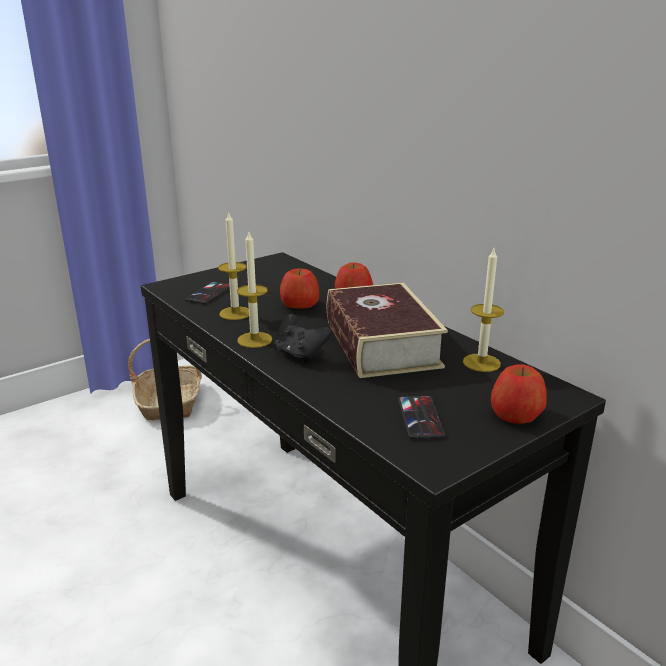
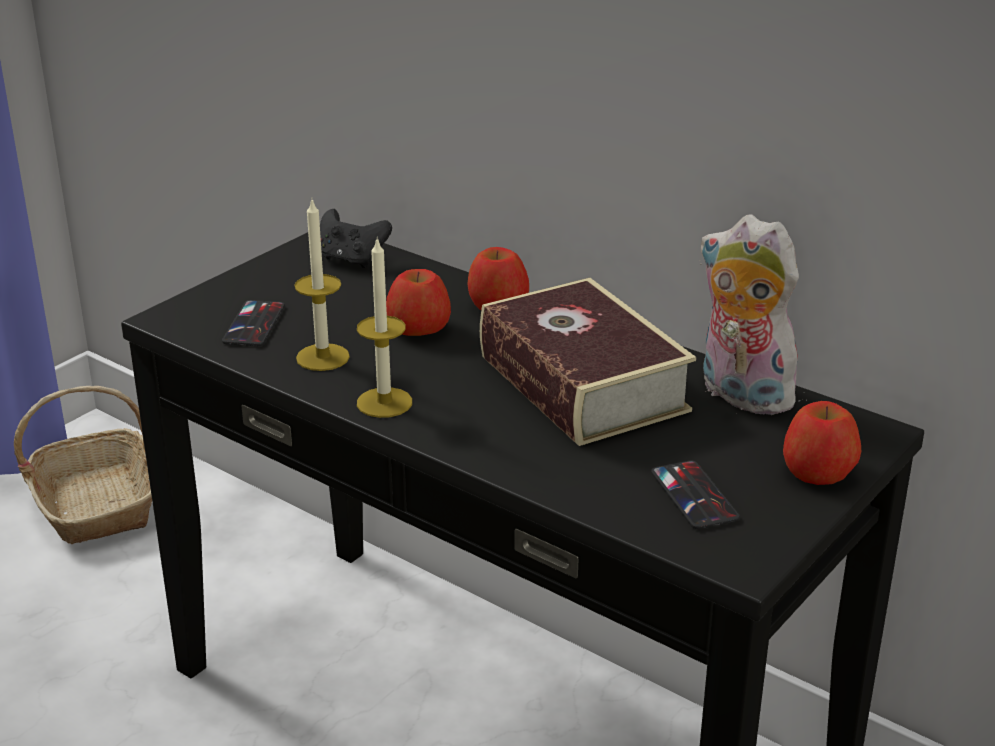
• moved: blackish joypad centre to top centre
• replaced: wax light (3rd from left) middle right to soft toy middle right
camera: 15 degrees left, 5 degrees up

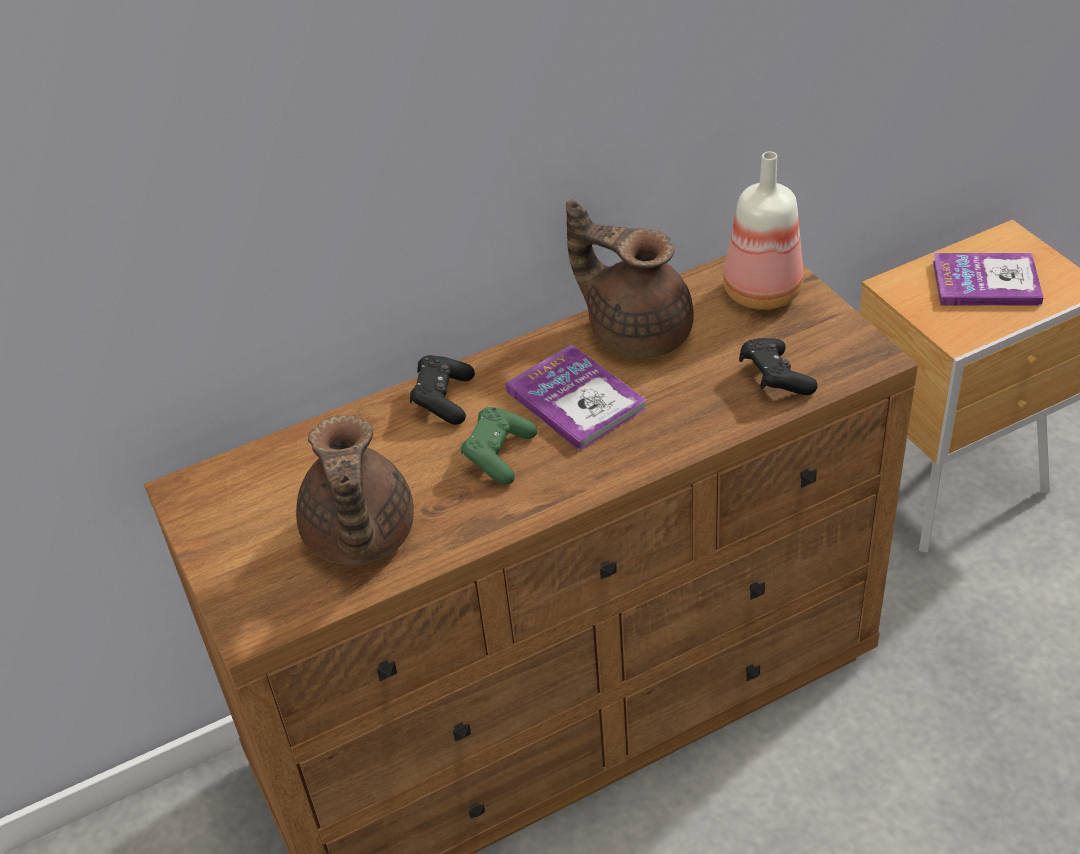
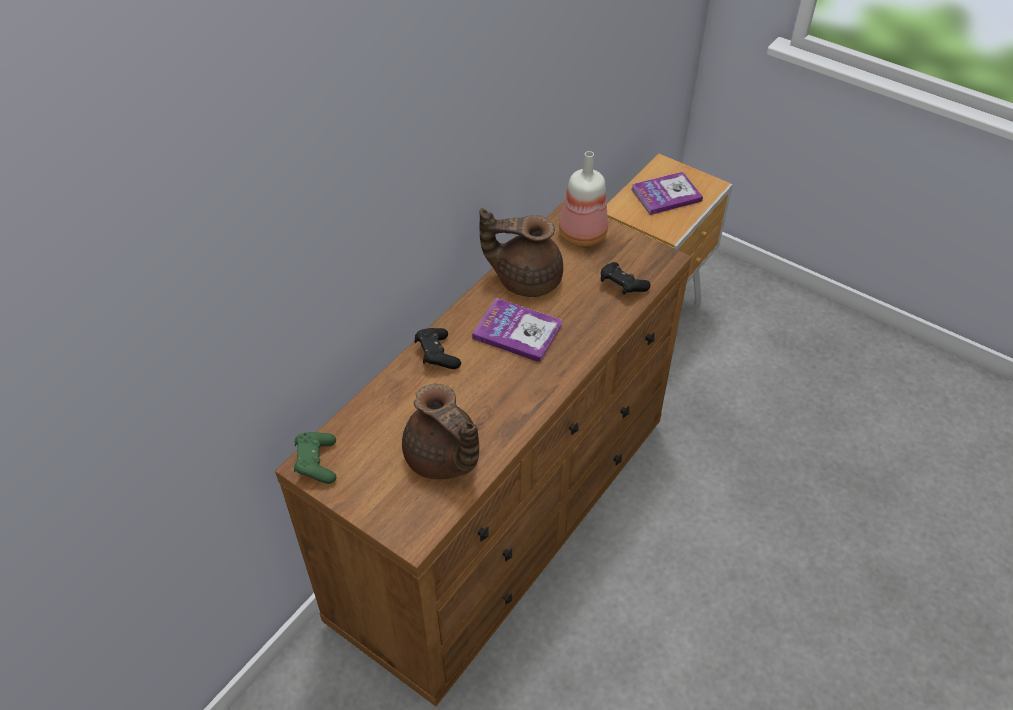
• moved: green-coloured joypad centre to middle left
camera: 30 degrees left, 5 degrees up

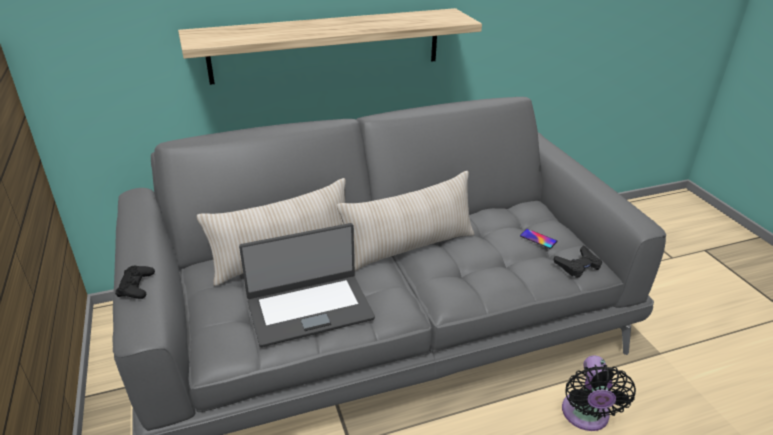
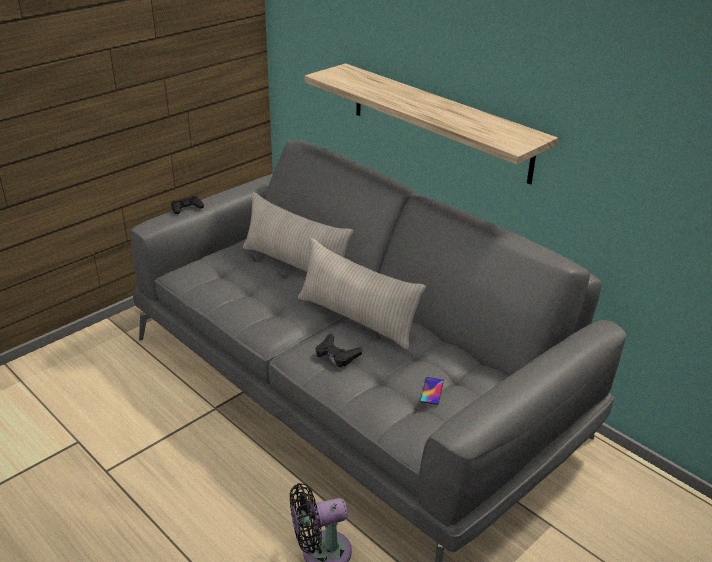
• removed: portable computer centre
• moved: blackish joypad (2nd from left) middle right to centre
camera: 65 degrees right, 0 degrees up

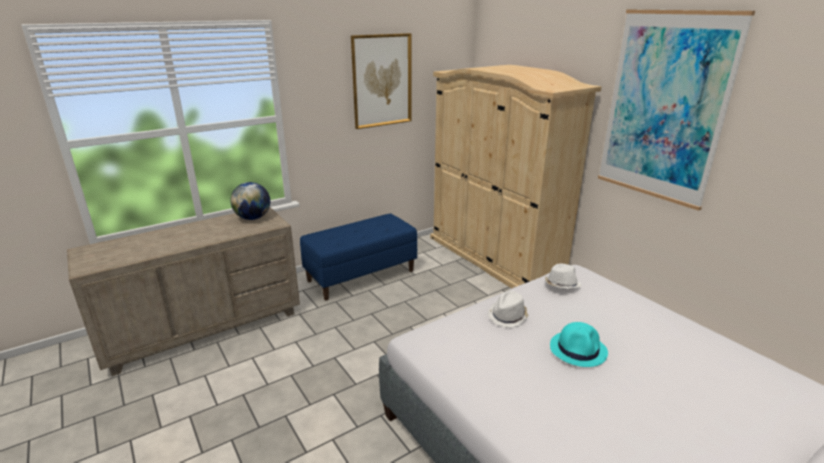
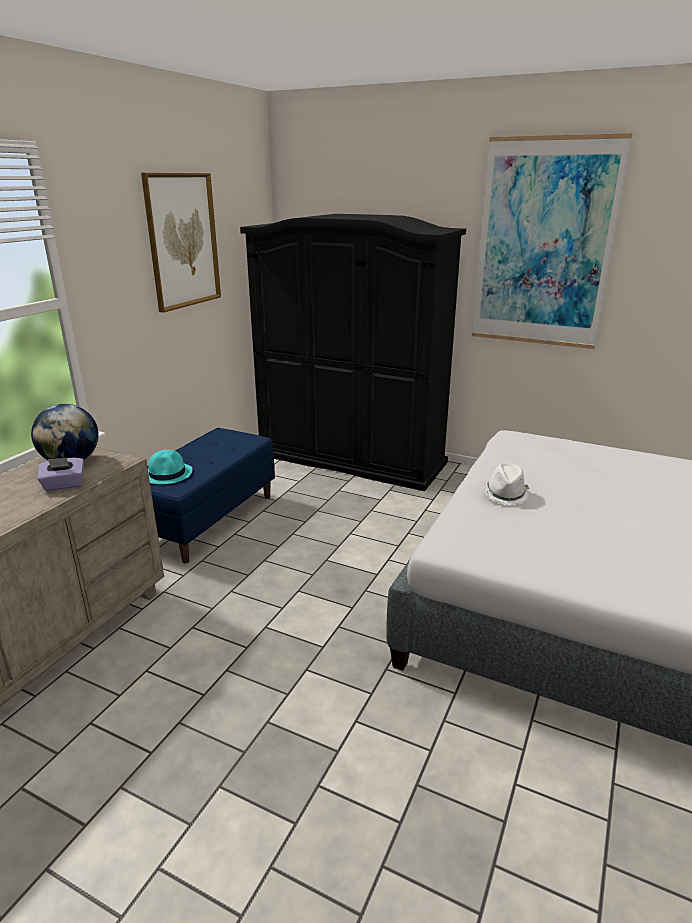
• recoloured: beige-coloured clothes cupboard centre to blackish clothes cupboard centre
• removed: whitish hat (2nd from left) middle right
• moved: turquoise hat bottom right to middle left
• added: purple box of tissues middle left
camera: 30 degrees left, 0 degrees up

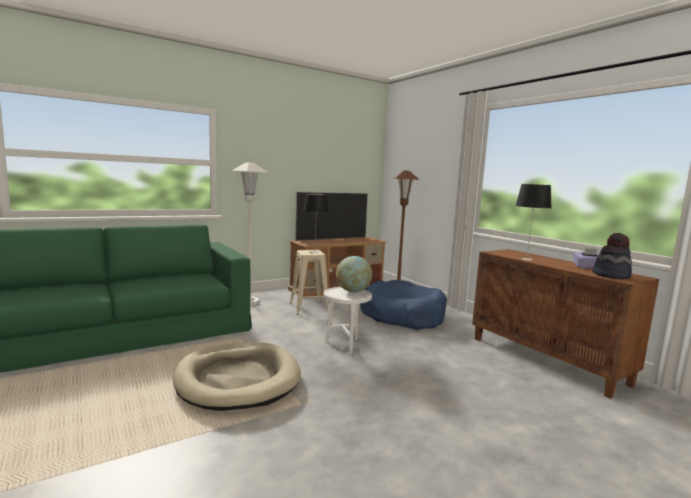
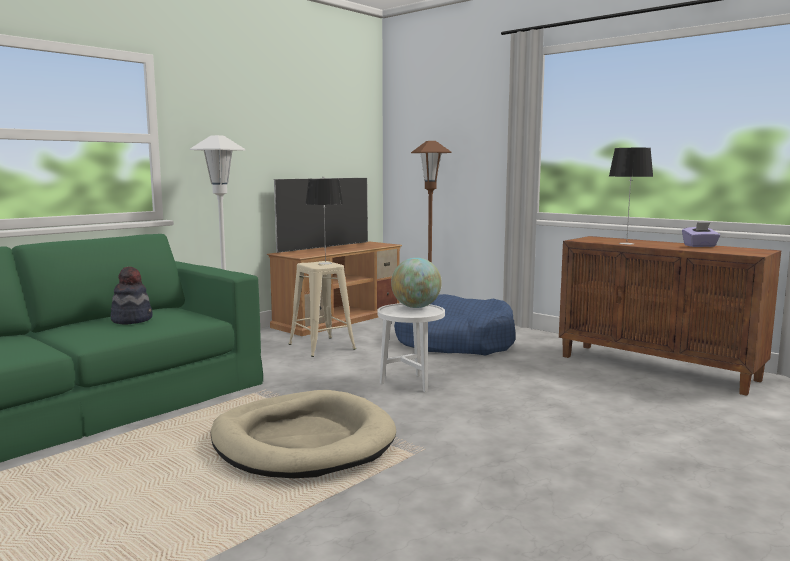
• moved: hat middle right to middle left
camera: 15 degrees left, 0 degrees up

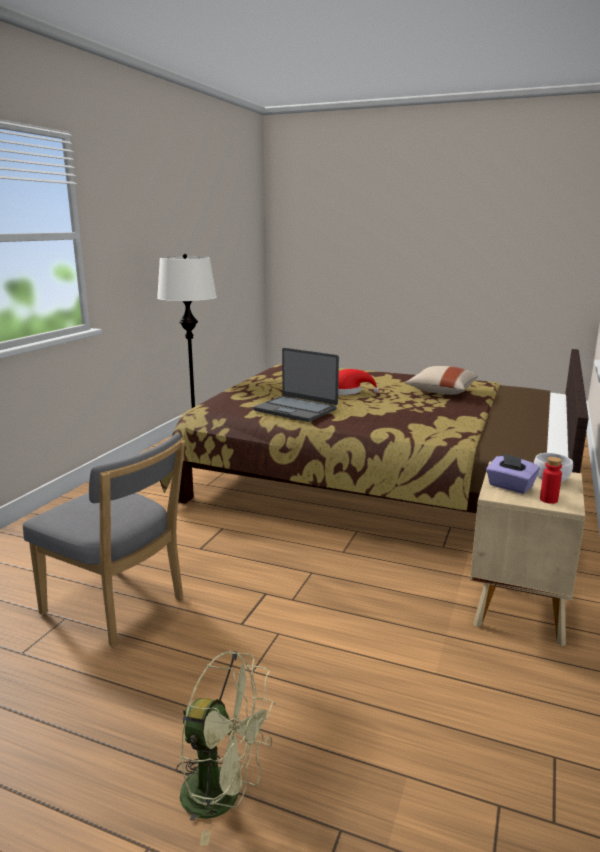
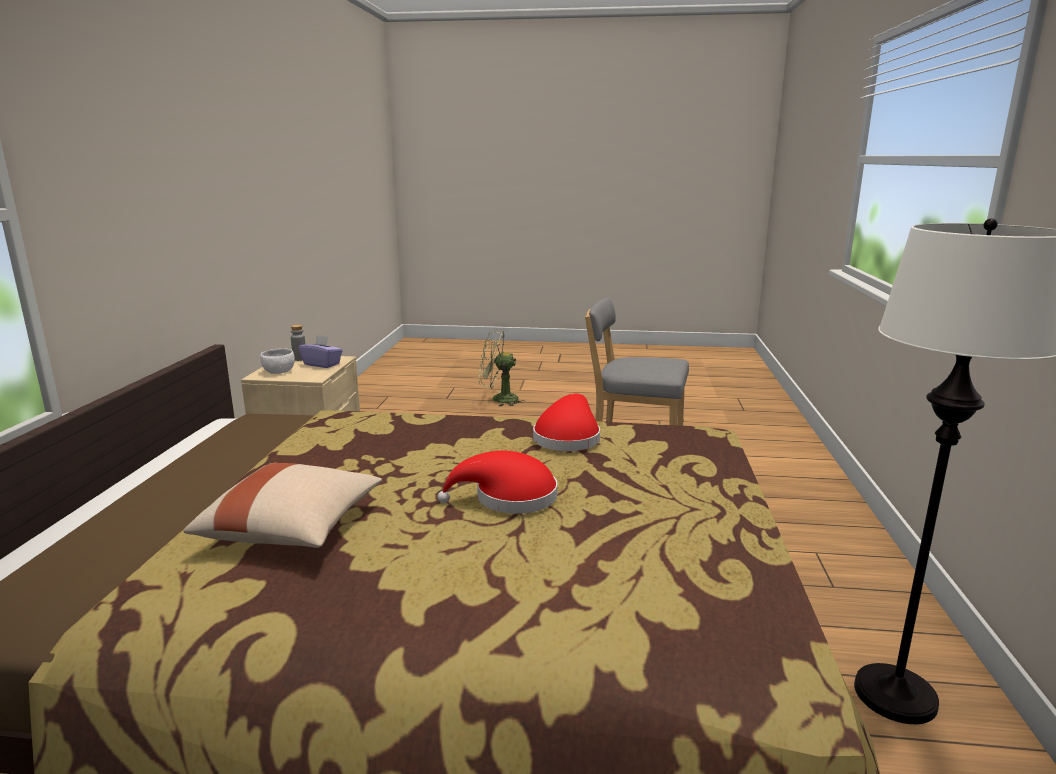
• replaced: portable computer centre to reddish hat (2nd from left) centre
• recoloured: reddish beverage bottle middle right to grey beverage bottle middle left
camera: 165 degrees right, 0 degrees up

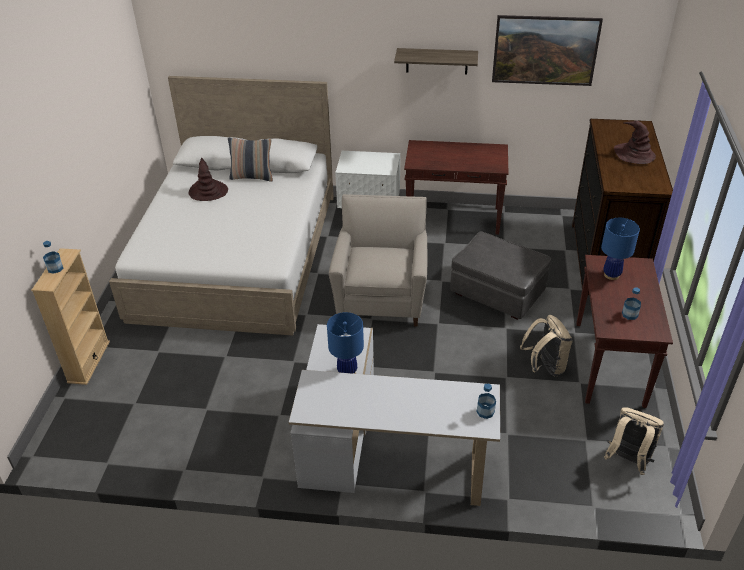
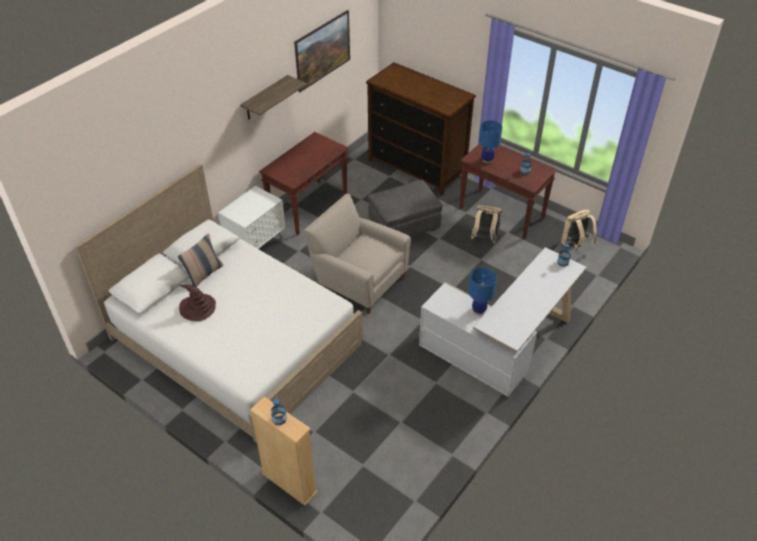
• removed: brown hat (2nd from left) top right
camera: 60 degrees left, 5 degrees up

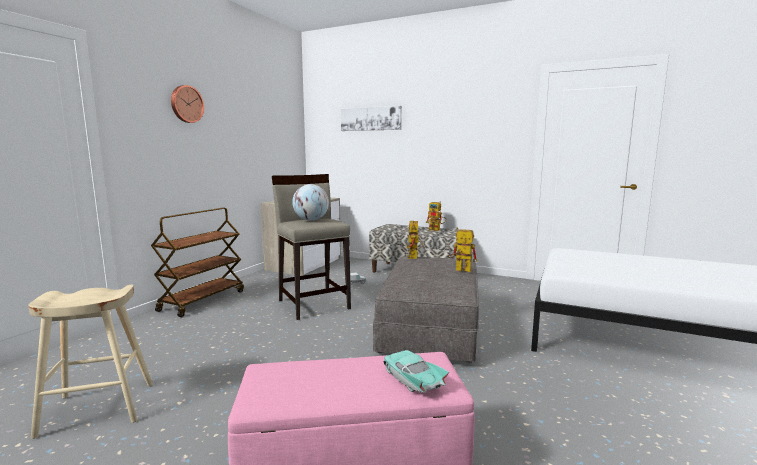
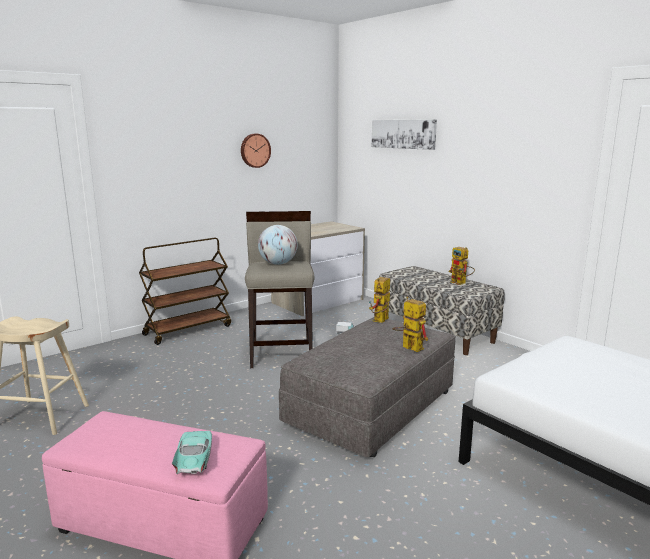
• moved: hanging clock top left to top centre
camera: 25 degrees right, 5 degrees up

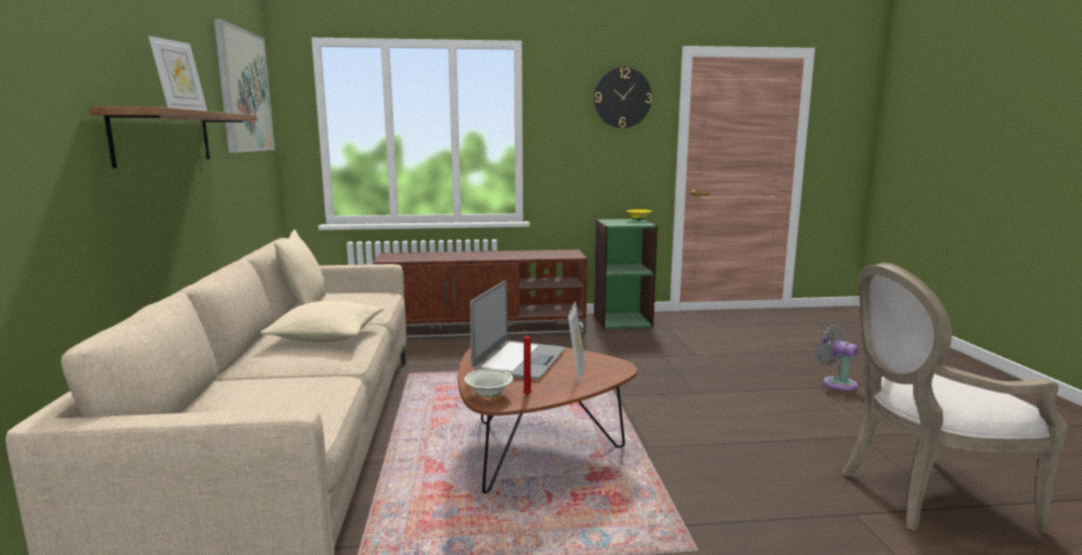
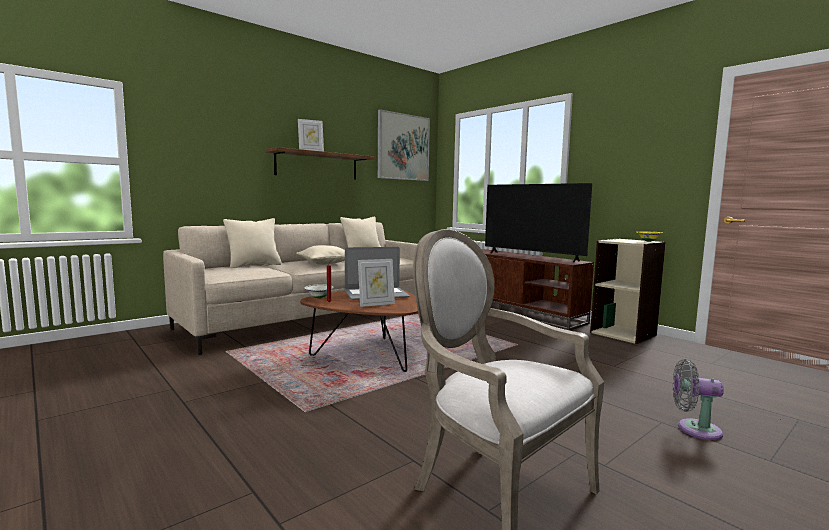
• removed: hanging clock top centre
• recoloured: green-coloured bookcase centre to beige-coloured bookcase middle right
• turned: grey fan middle right = bottom right 90 degrees counterclockwise
• added: beige-coloured pillow (1st from left) middle left
• added: TV set centre
camera: 55 degrees right, 5 degrees down

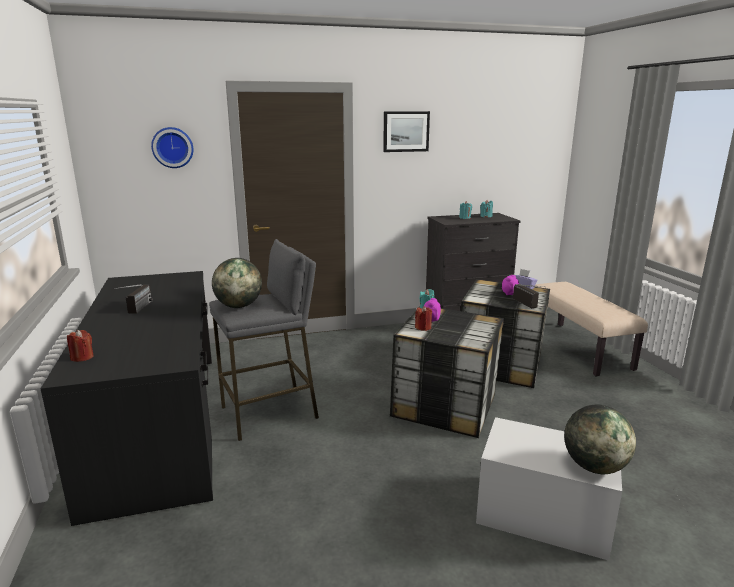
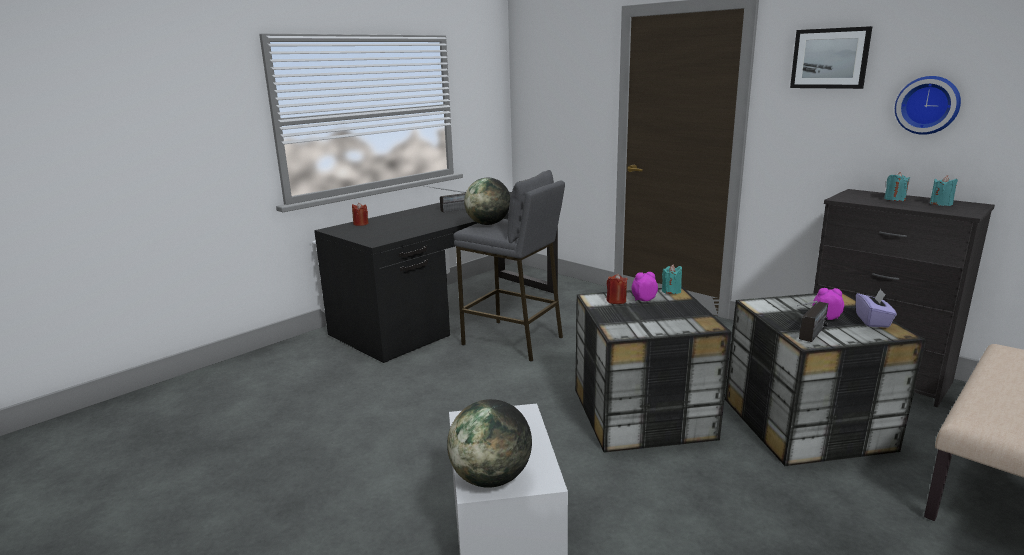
• moved: hanging clock top left to top right
camera: 60 degrees right, 0 degrees up

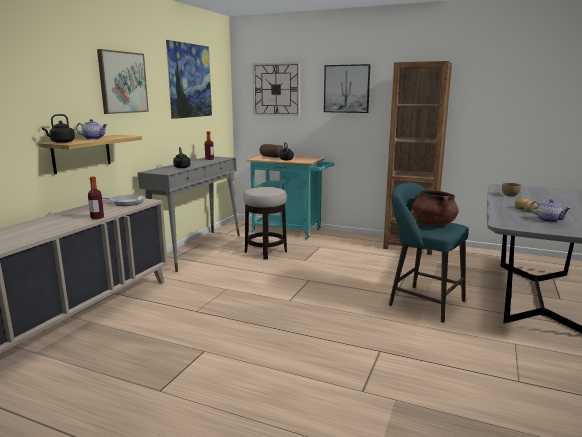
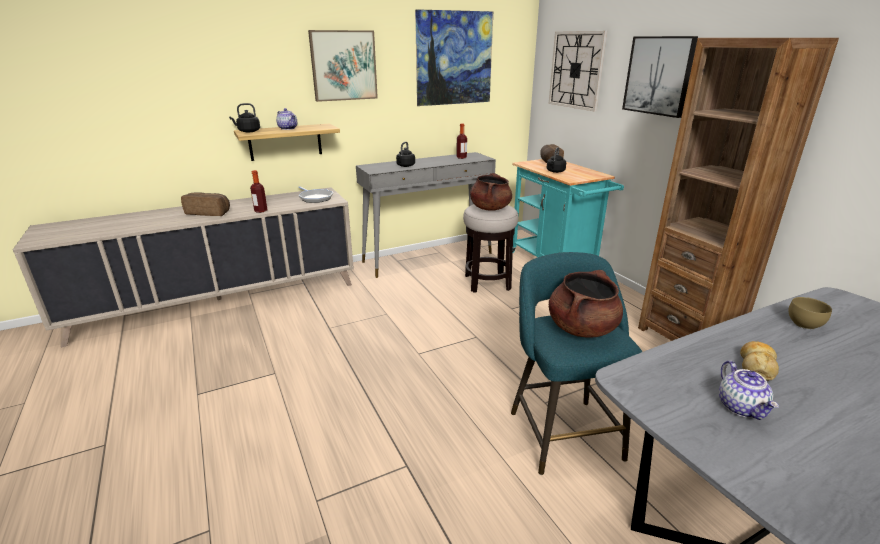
• added: bread (1st from left) middle left
• added: brown saucepot (1st from left) centre
camera: 40 degrees right, 10 degrees up

